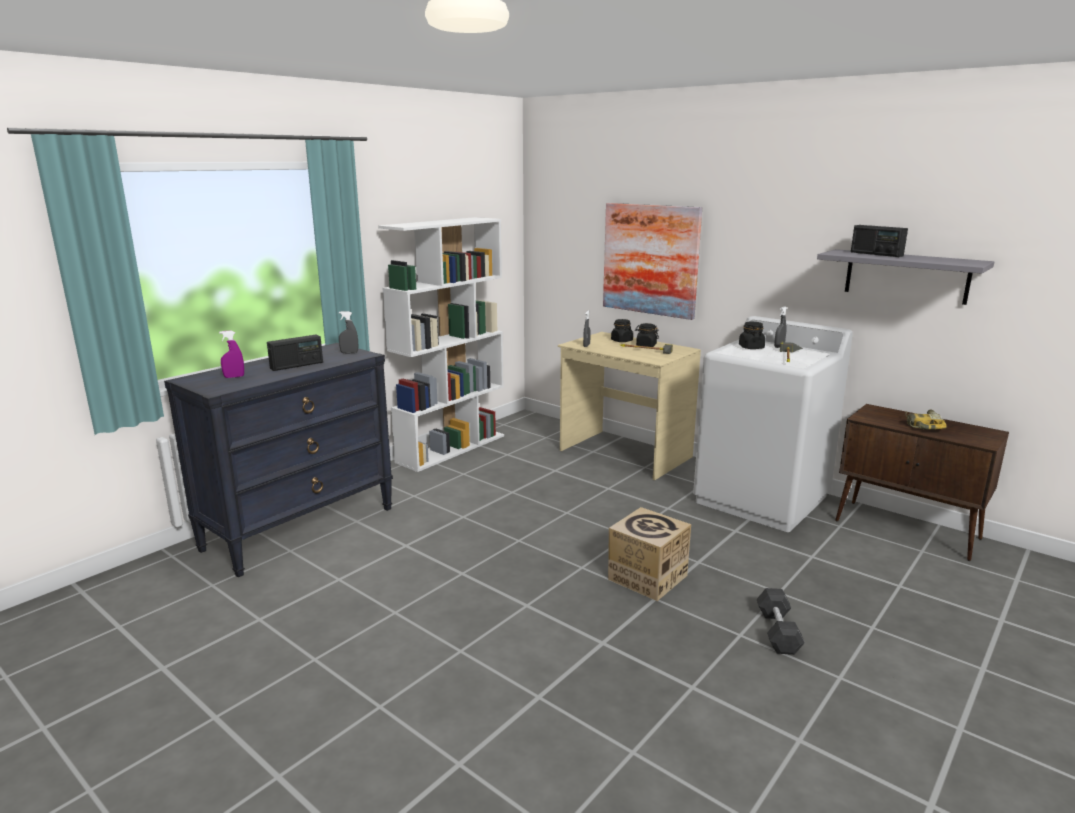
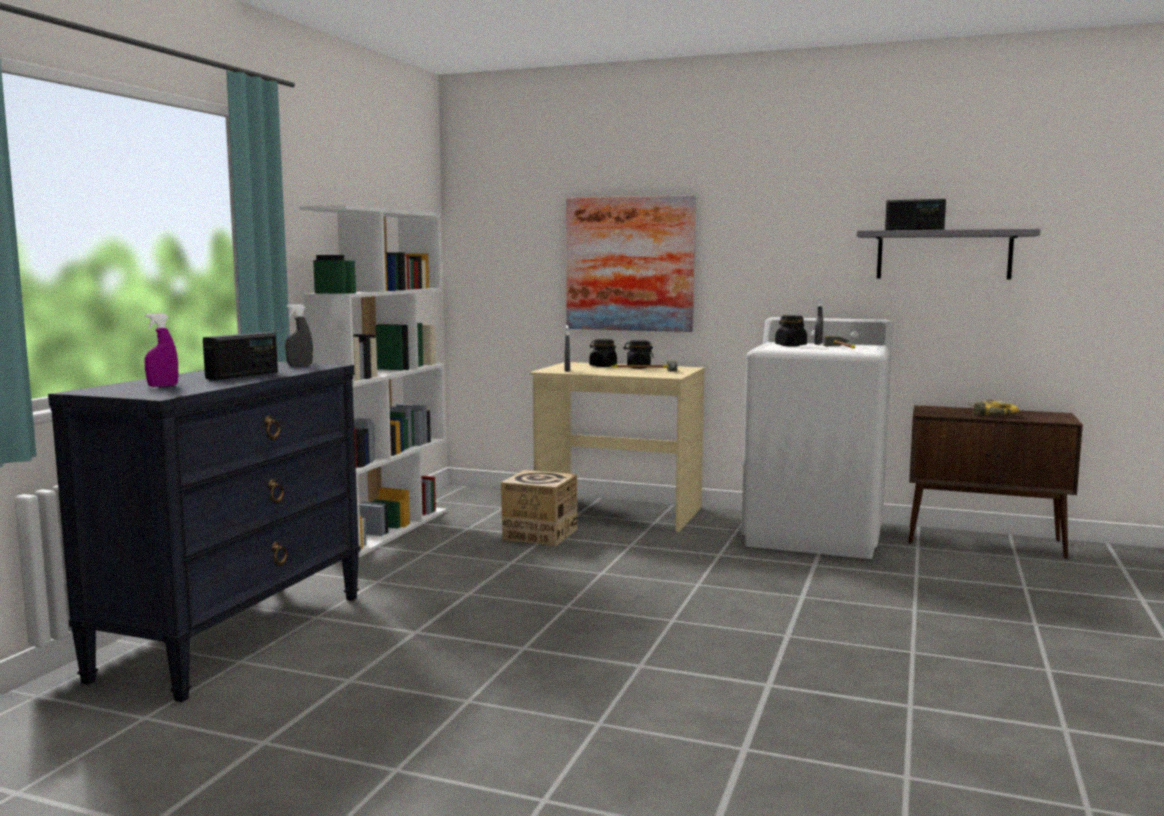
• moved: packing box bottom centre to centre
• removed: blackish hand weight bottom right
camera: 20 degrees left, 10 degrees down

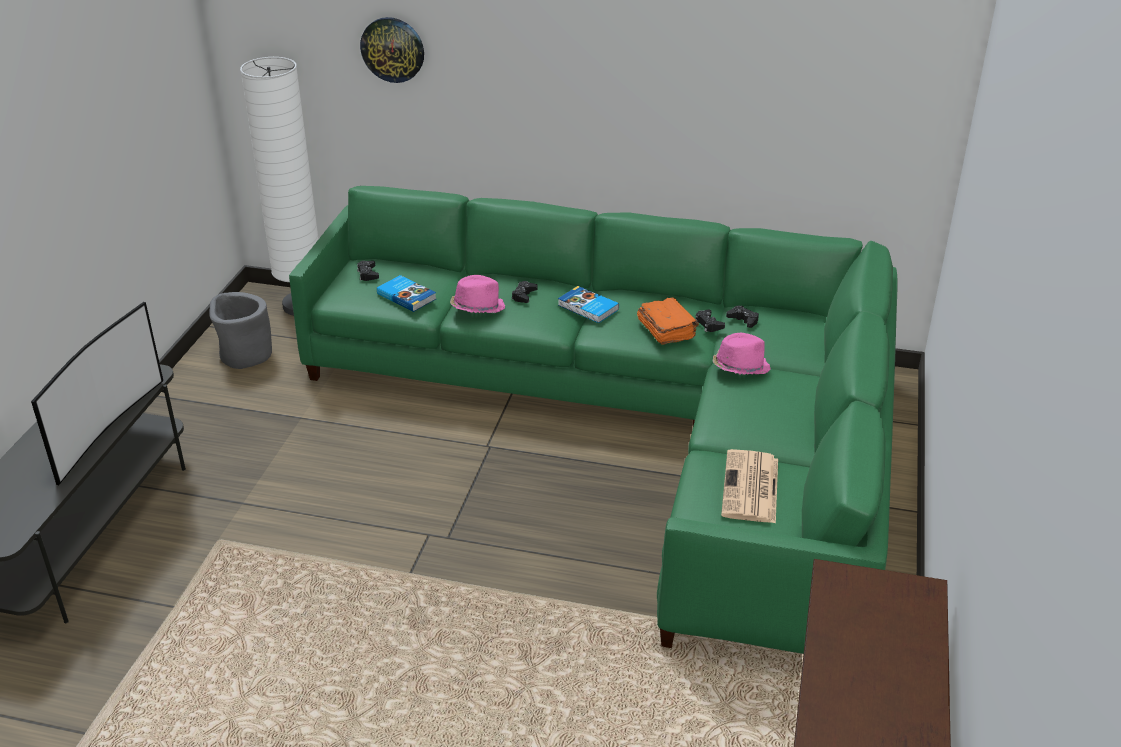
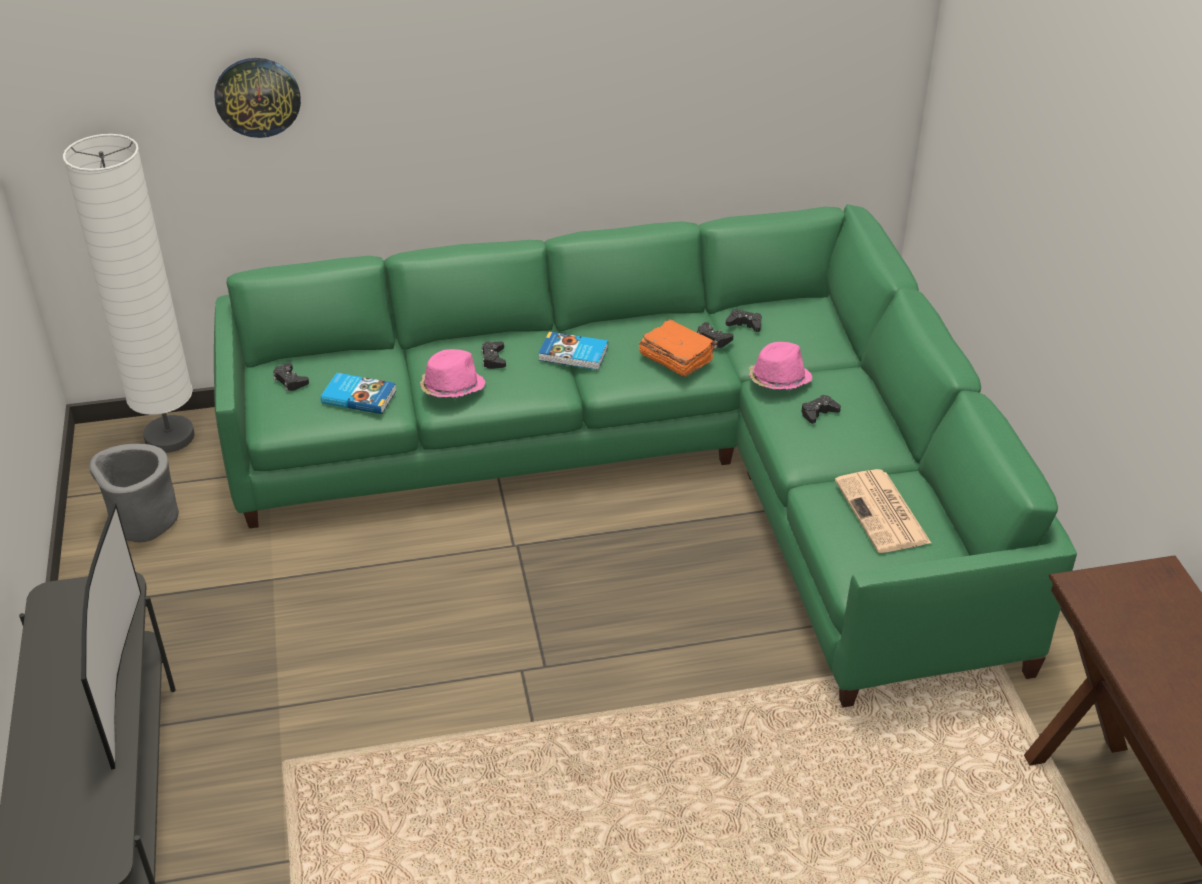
• added: blackish joypad (5th from left) middle right
camera: 25 degrees left, 5 degrees up

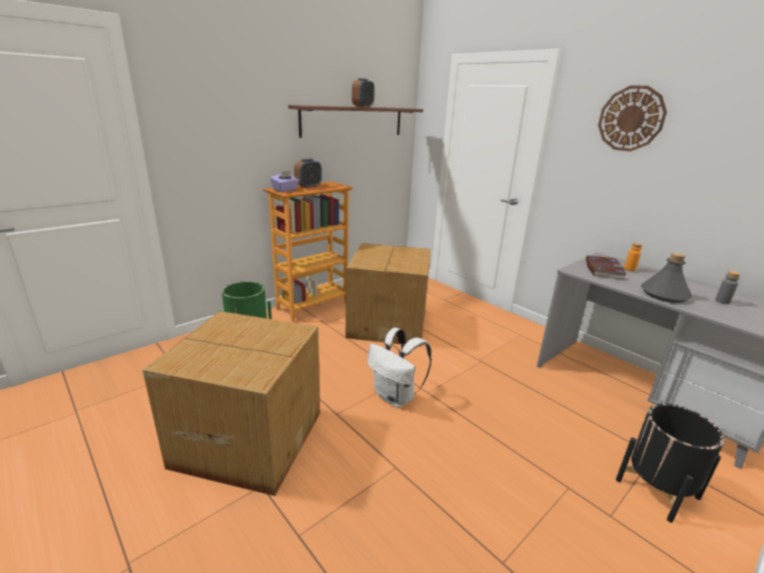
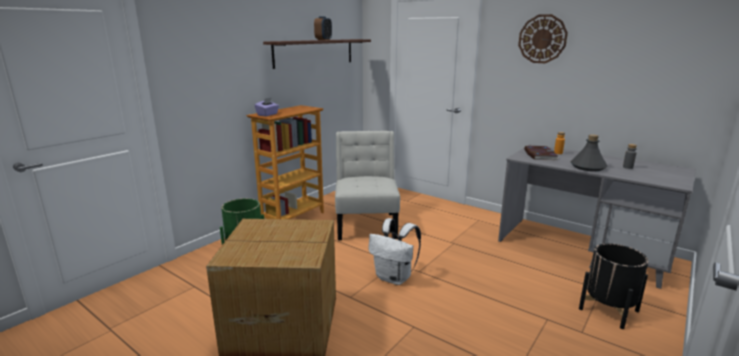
• removed: table clock (1st from left) top centre
• replaced: packing box (2nd from left) centre to whitish plain chair centre
camera: 10 degrees left, 5 degrees down

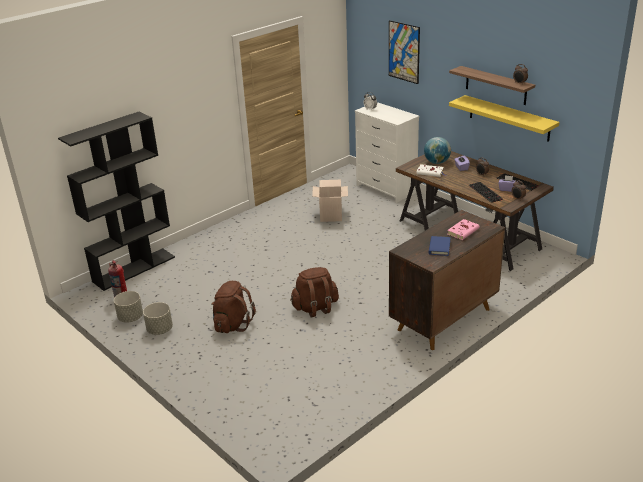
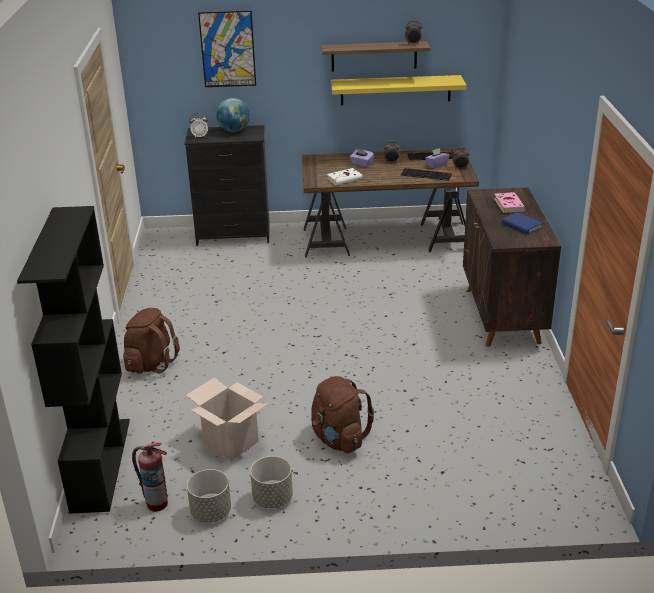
• moved: brown backpack (2nd from left in the first image) centre to brown backpack (1st from left) middle left
• moved: packing box centre to bottom centre
• recoloured: whitish drawer chest top centre to blackish drawer chest top centre
• moved: globe top right to top centre
camera: 50 degrees left, 0 degrees up

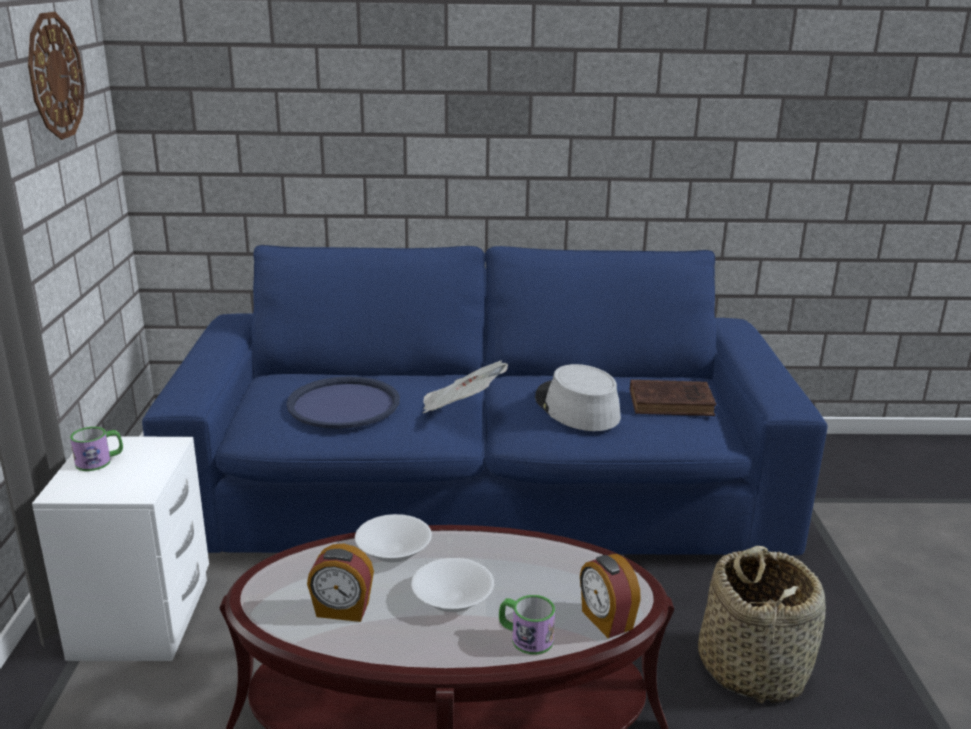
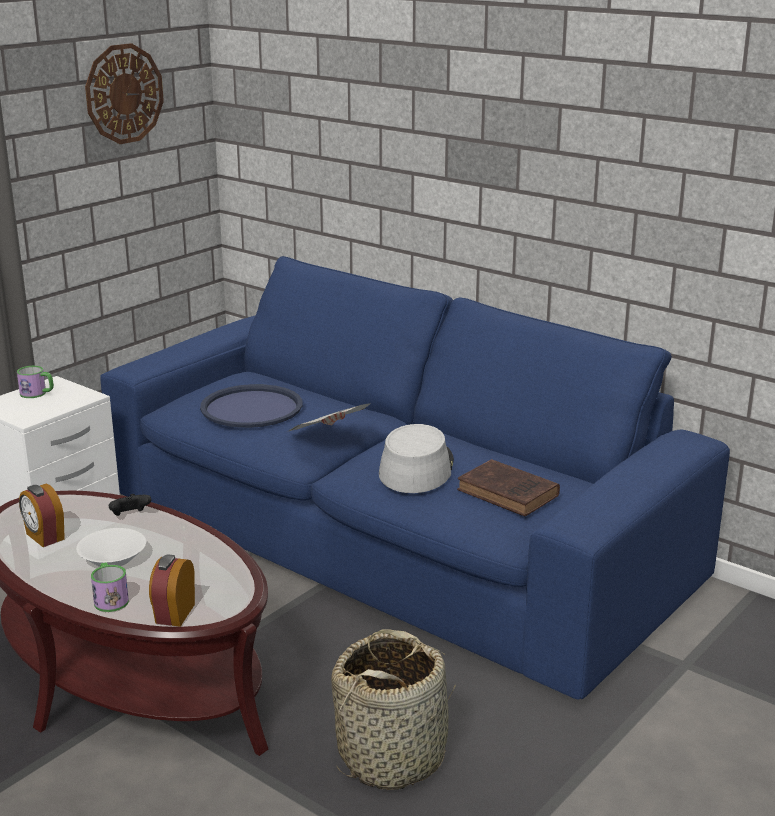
• replaced: whitish serving bowl (1st from left) bottom centre to blackish joypad middle left
camera: 40 degrees right, 0 degrees up

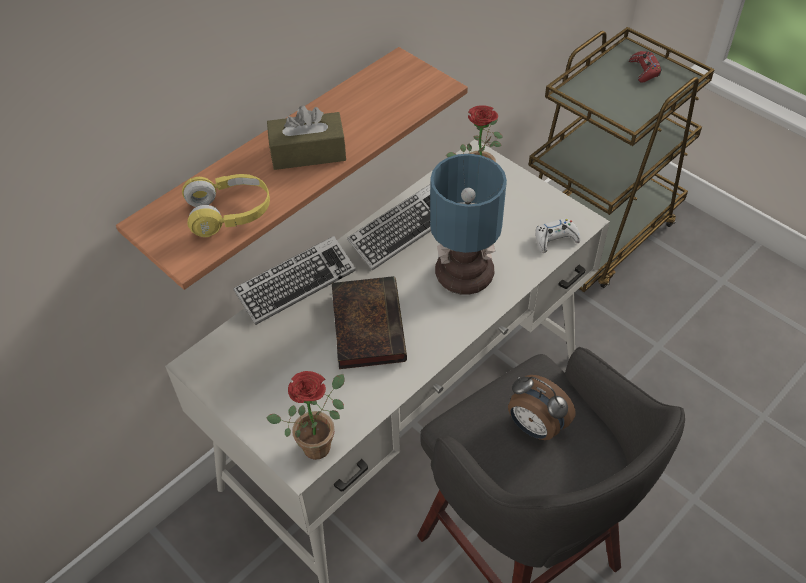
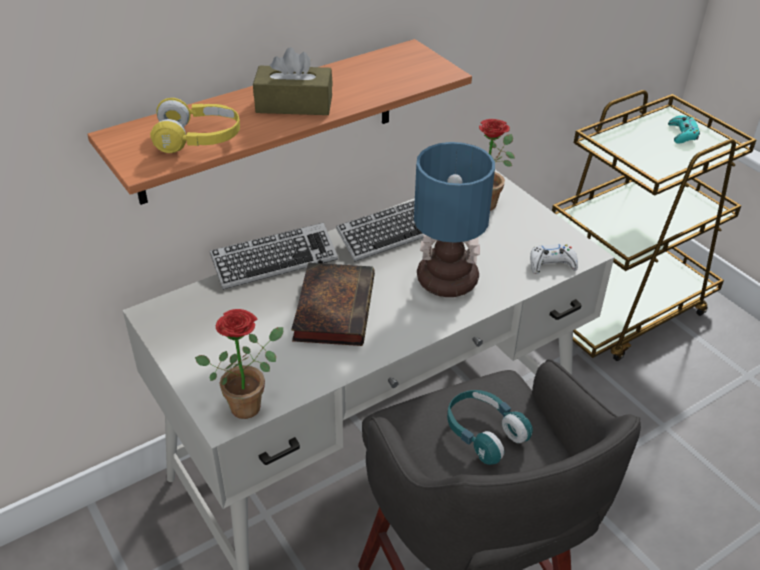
• replaced: table clock bottom right to turquoise headphones bottom centre
• recoloured: reddish joypad top right to turquoise joypad top right
camera: 10 degrees right, 10 degrees down

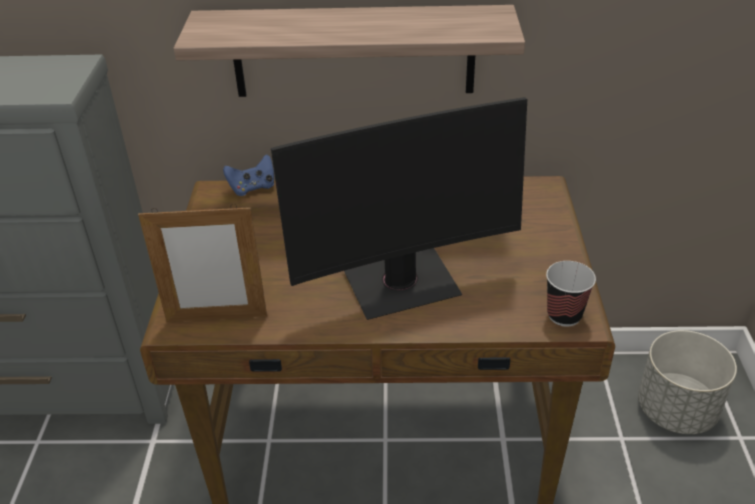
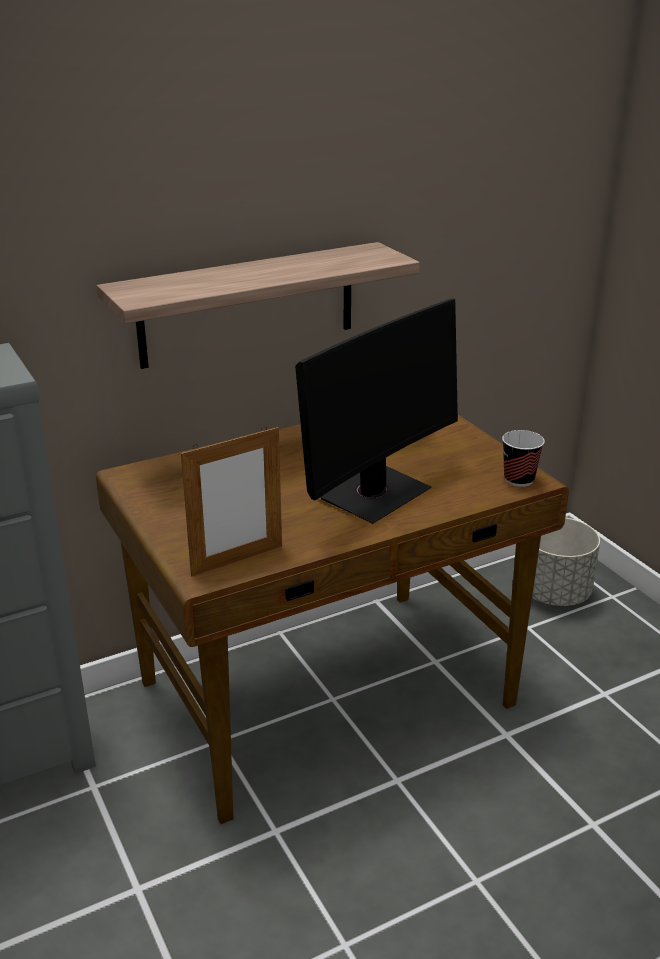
• removed: blue joypad middle left
camera: 30 degrees left, 10 degrees down

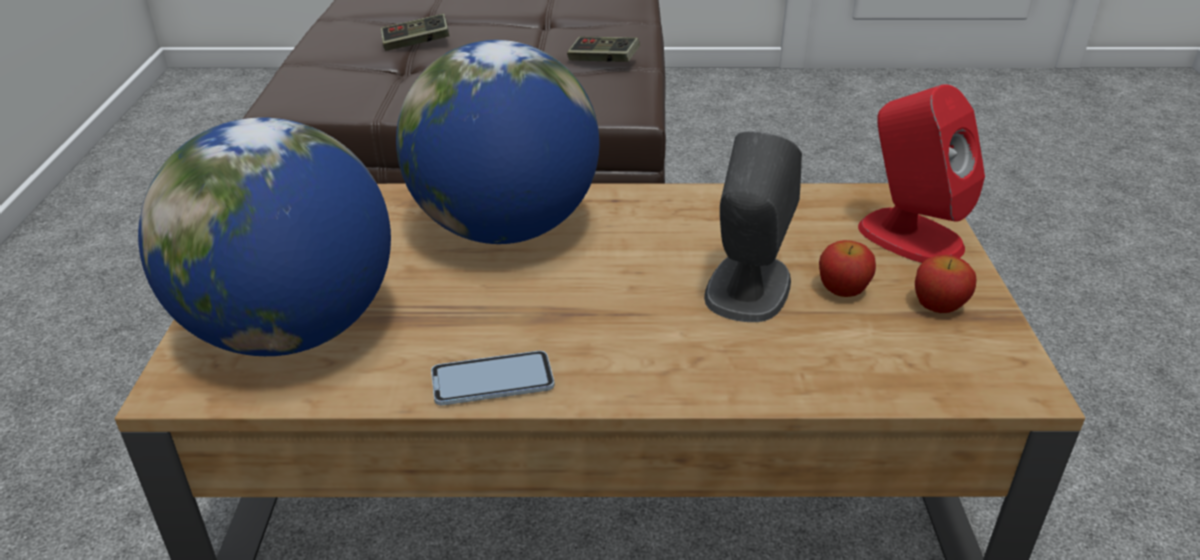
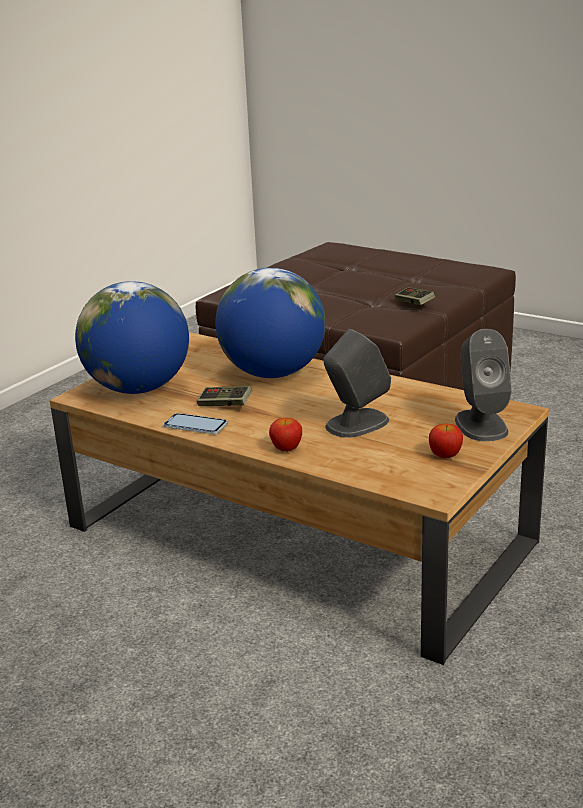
• moved: joypad (1st from left) top centre to centre
• moved: apple (1st from left) middle right to centre
• recoloured: reddish audio speaker top right to grey audio speaker (2nd from left) middle right
camera: 35 degrees right, 10 degrees down

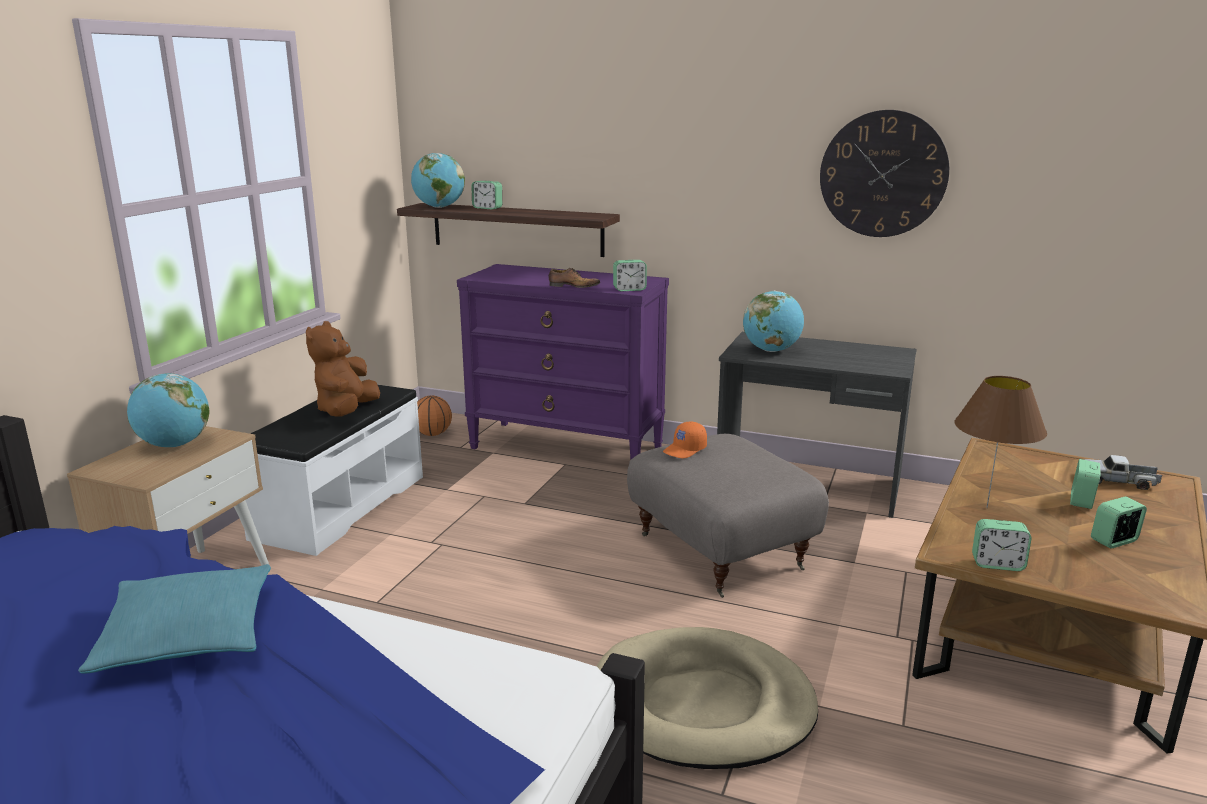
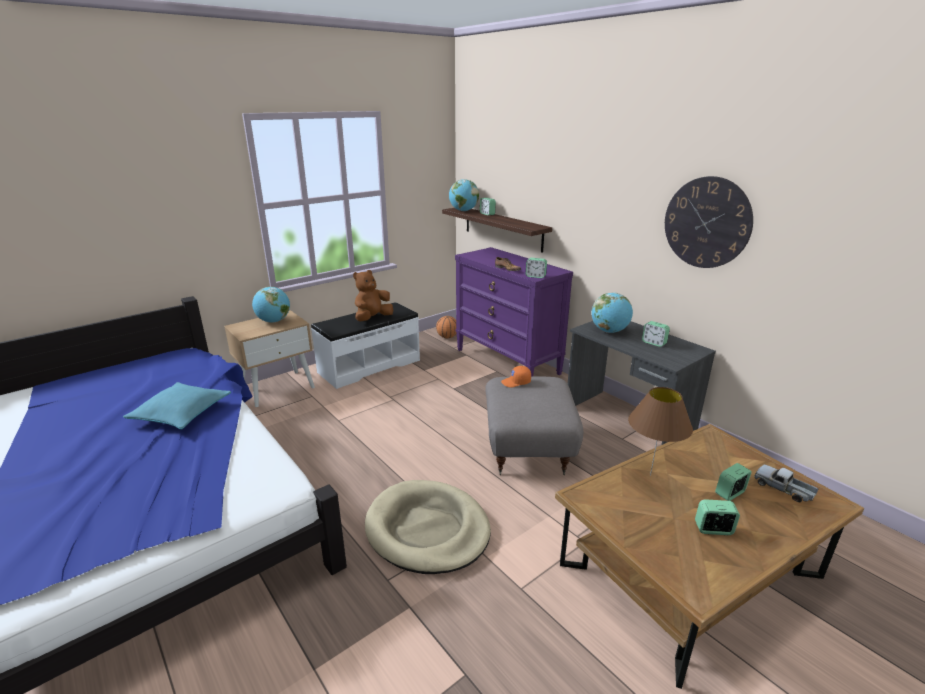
• moved: table clock (3rd from left) bottom right to middle right
camera: 30 degrees right, 5 degrees up

